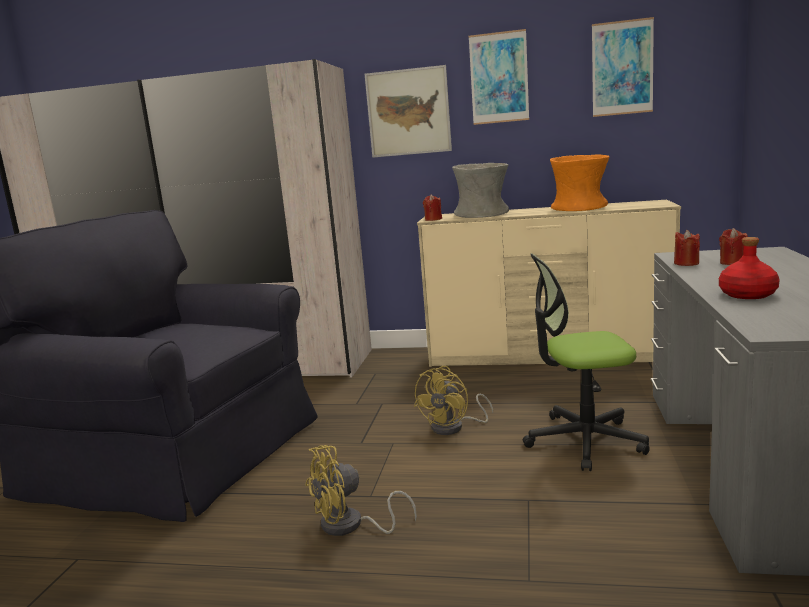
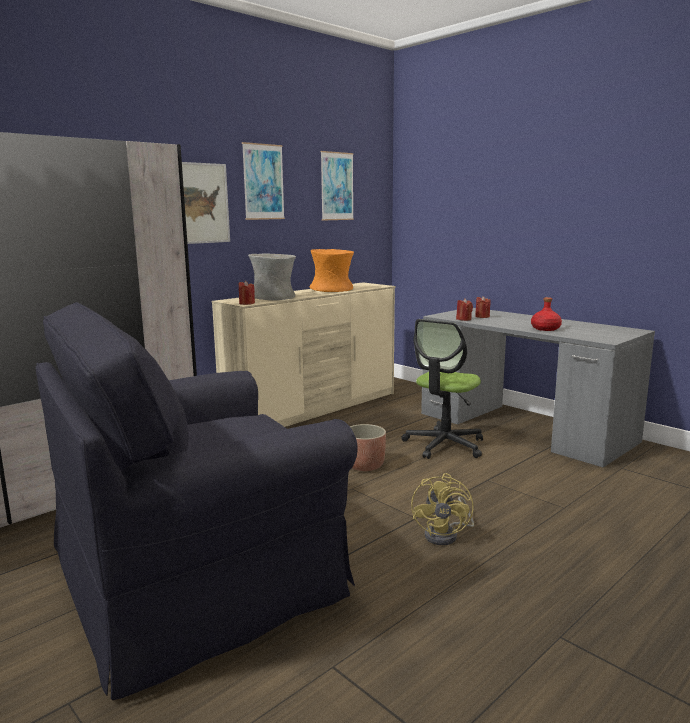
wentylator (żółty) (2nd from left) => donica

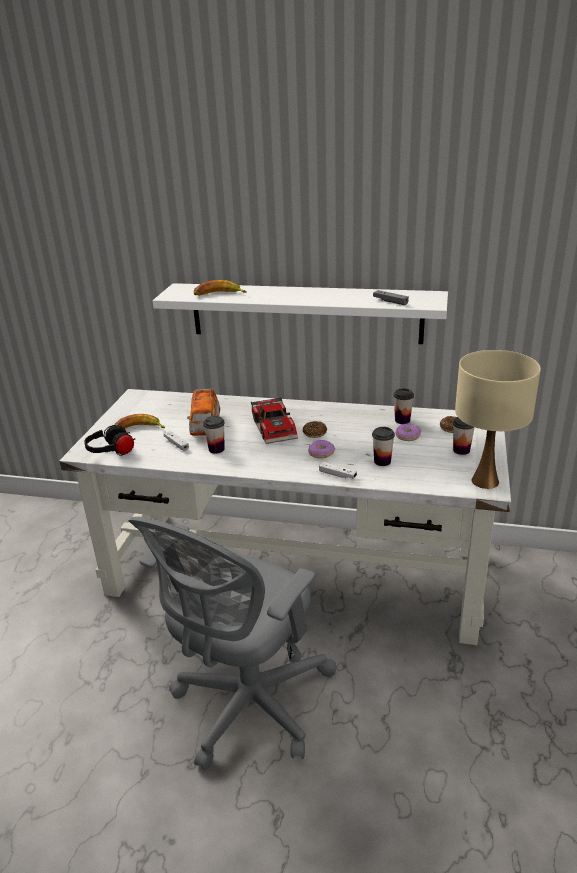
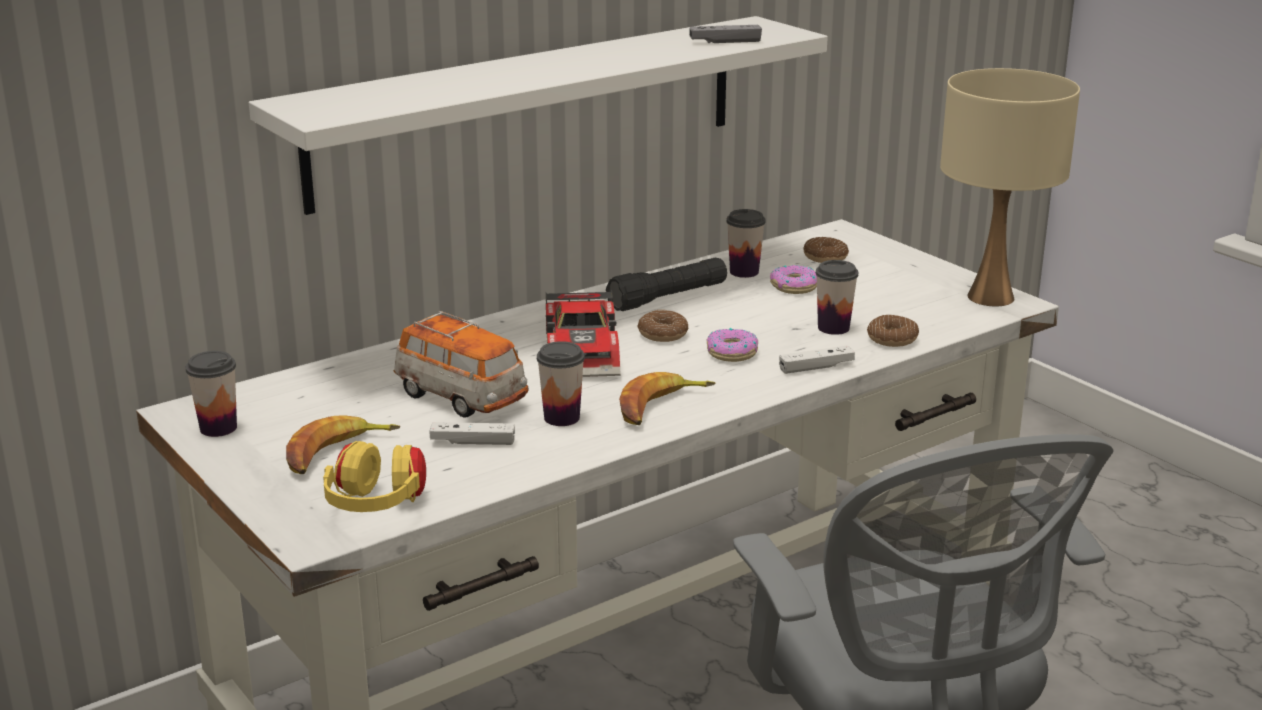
banan (2nd from left), moved
samochodzik (2nd from left), 60 degrees clockwise
filiżanka (4th from left in the first image) => filiżanka (1st from left), moved
słuchawki (czarny) => słuchawki (żółty)
nothing => latarka (czarny)
nothing => donut (5th from left)

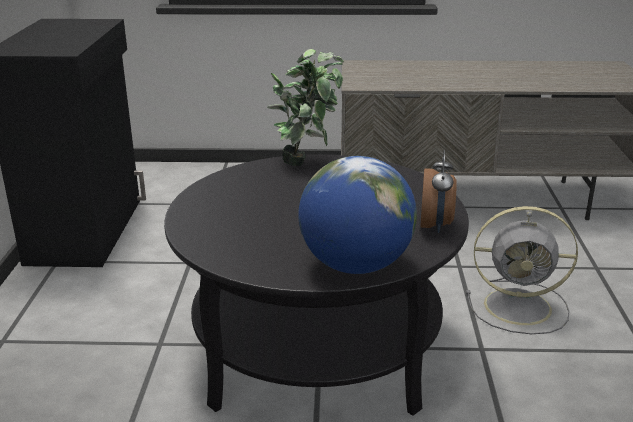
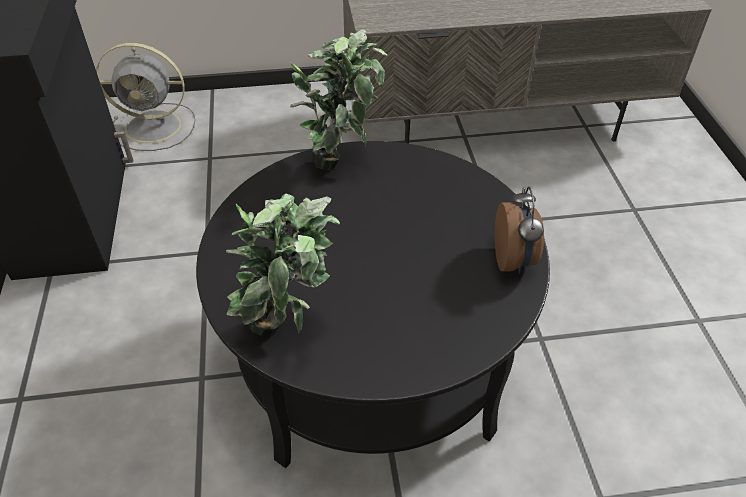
globus => nothing
wentylator (szary), moved
nothing => roślina doniczkowa (1st from left)

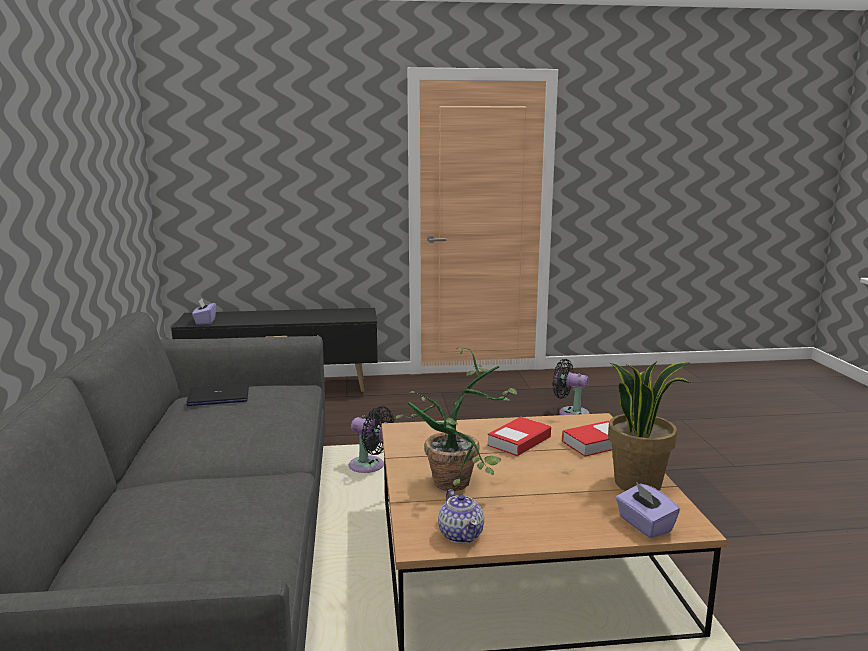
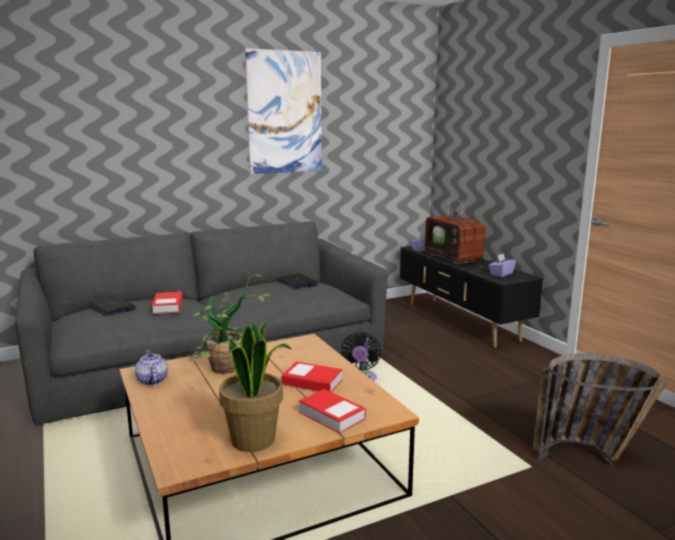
wentylator (czarny) (2nd from left) => koszyk
pudełko chusteczek (fioletowy) (2nd from left), moved
imbryk, 105 degrees clockwise
nothing => obraz
nothing => telewizor
nothing => książka (1st from left)
nothing => laptop (1st from left)

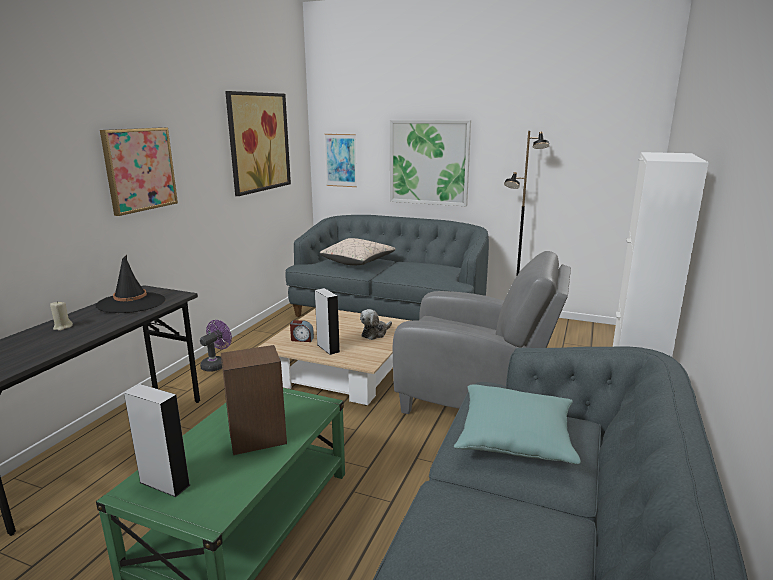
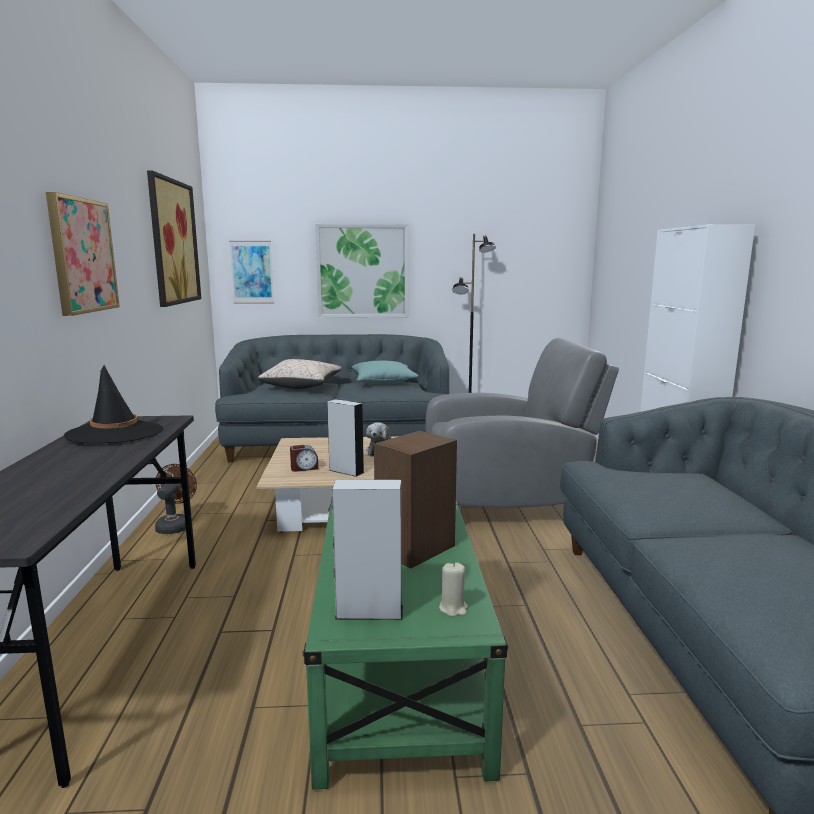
świeca (beżowy), moved
wentylator (fioletowy) => wentylator (brązowy)
poduszka (turkusowy), moved

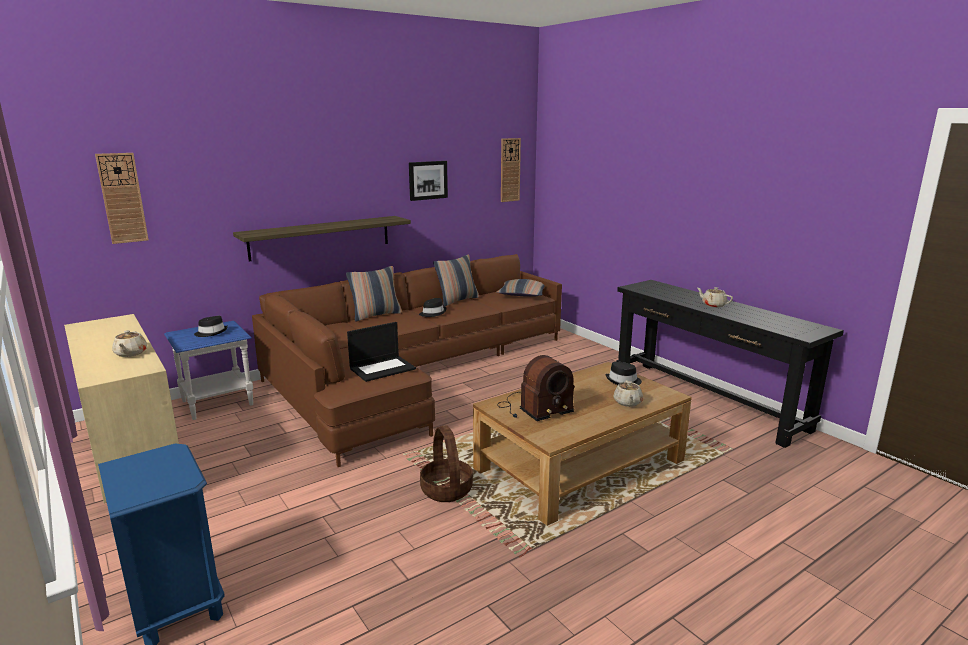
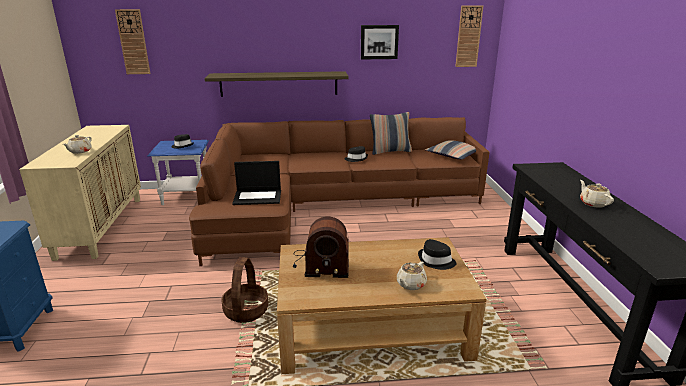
poduszka (1st from left) => nothing

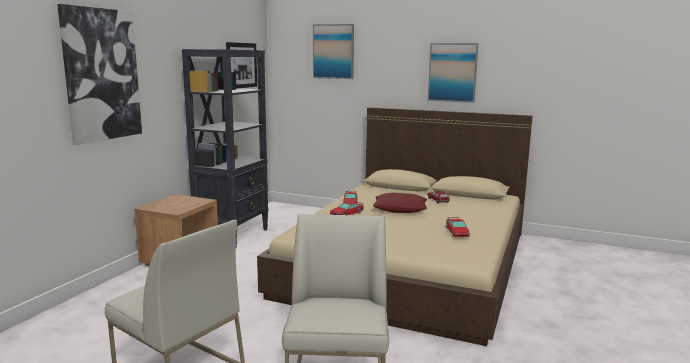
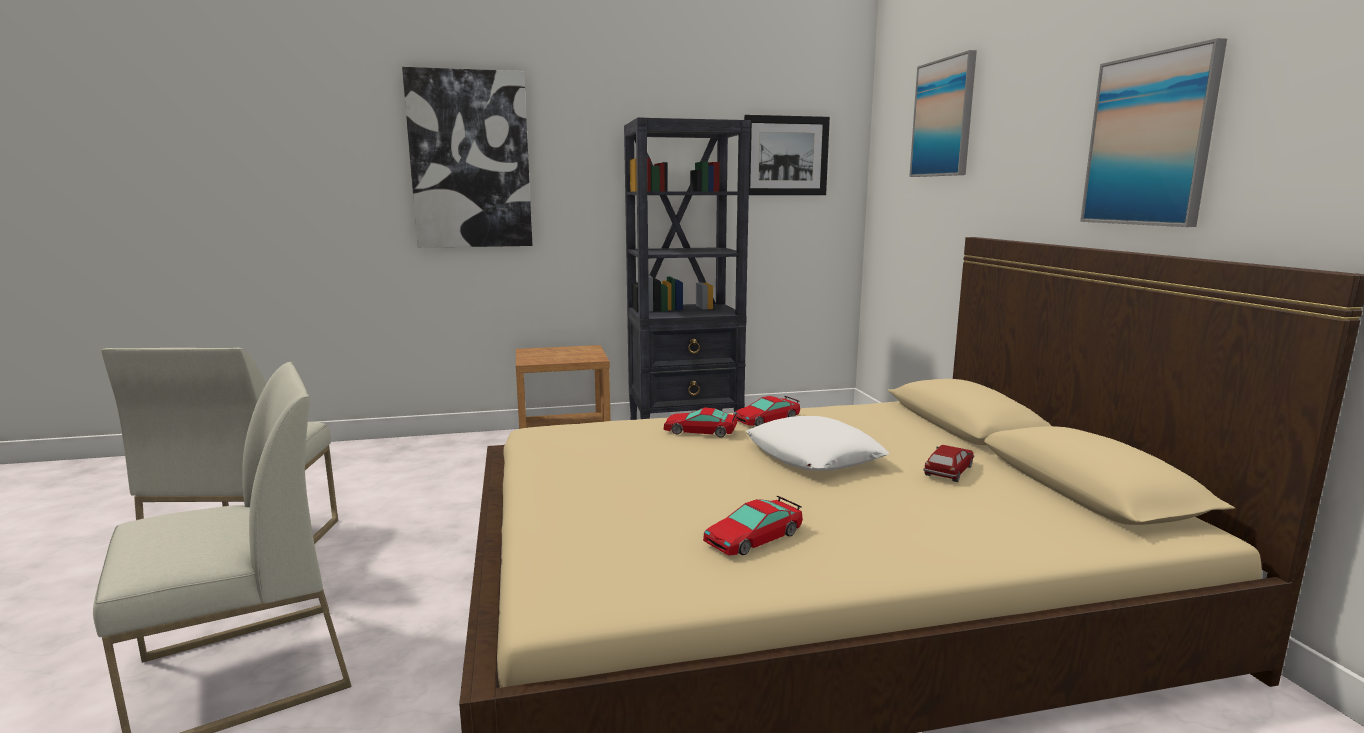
poduszka (czerwony) => poduszka (biały)

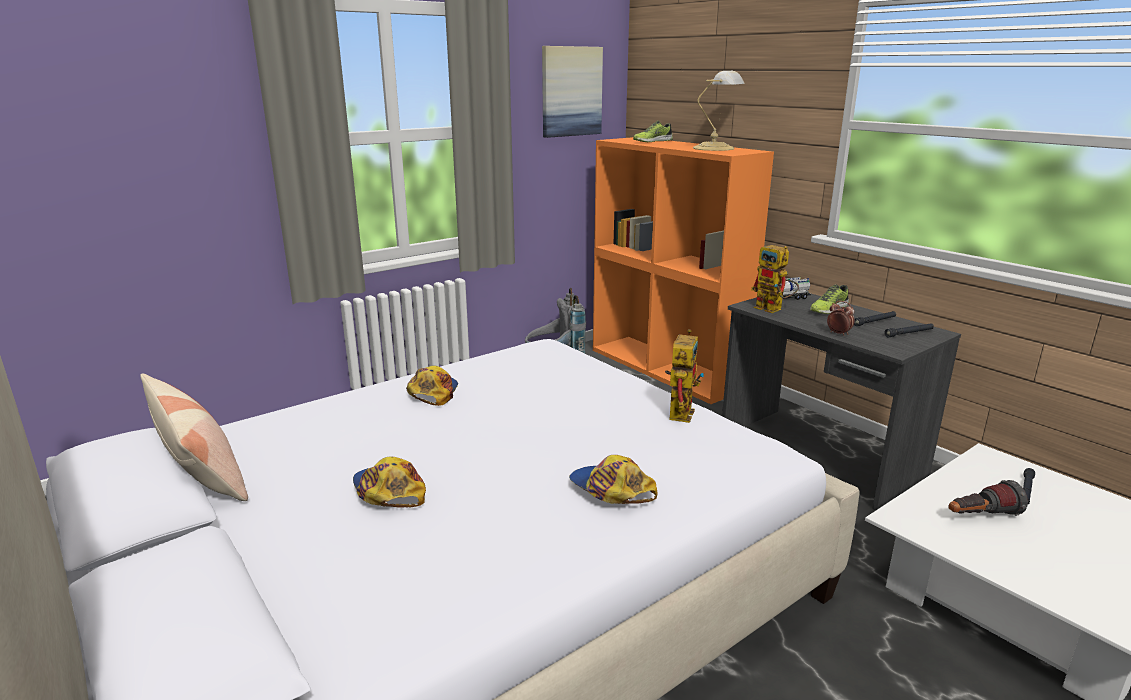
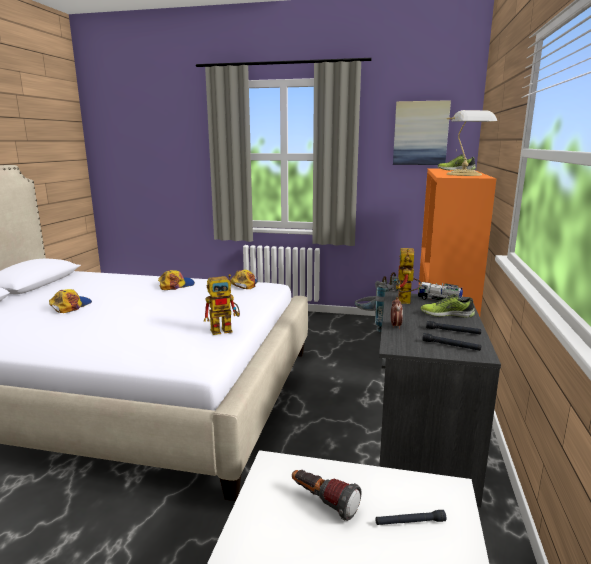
poduszka => nothing
czapka z daszkiem (3rd from left), moved

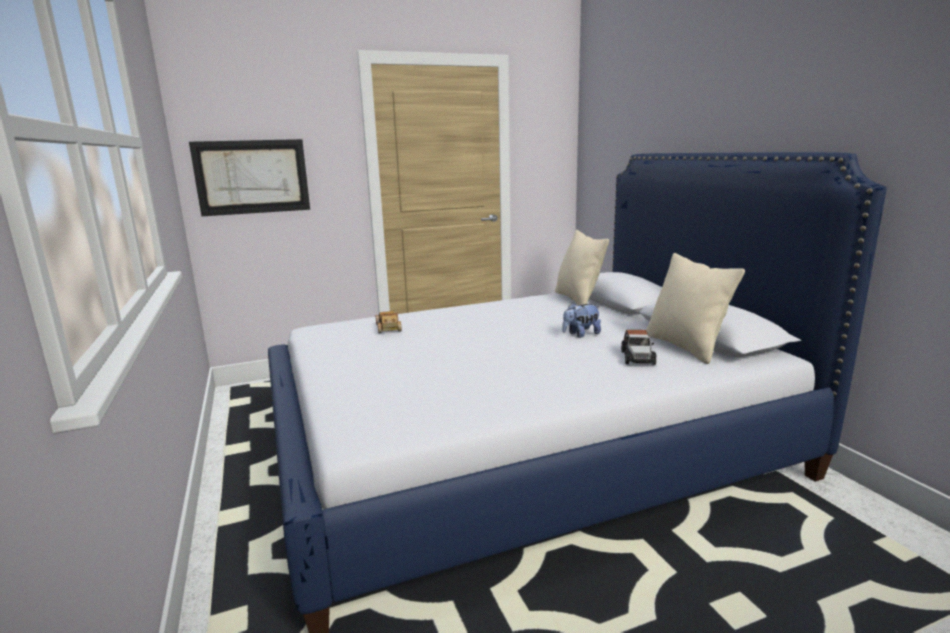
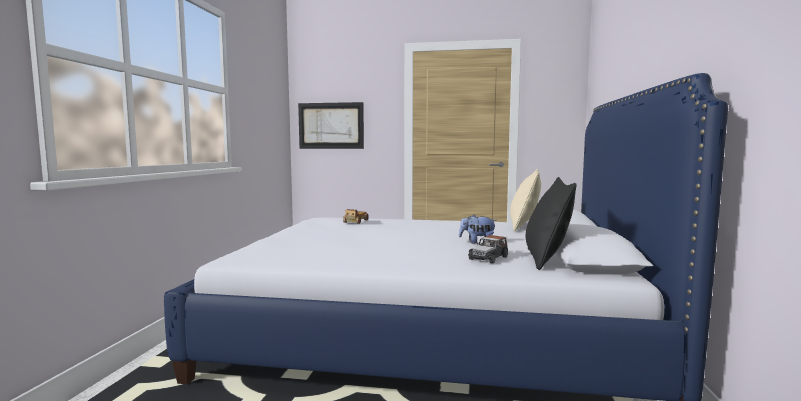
poduszka (beżowy) (2nd from left) => poduszka (czarny)

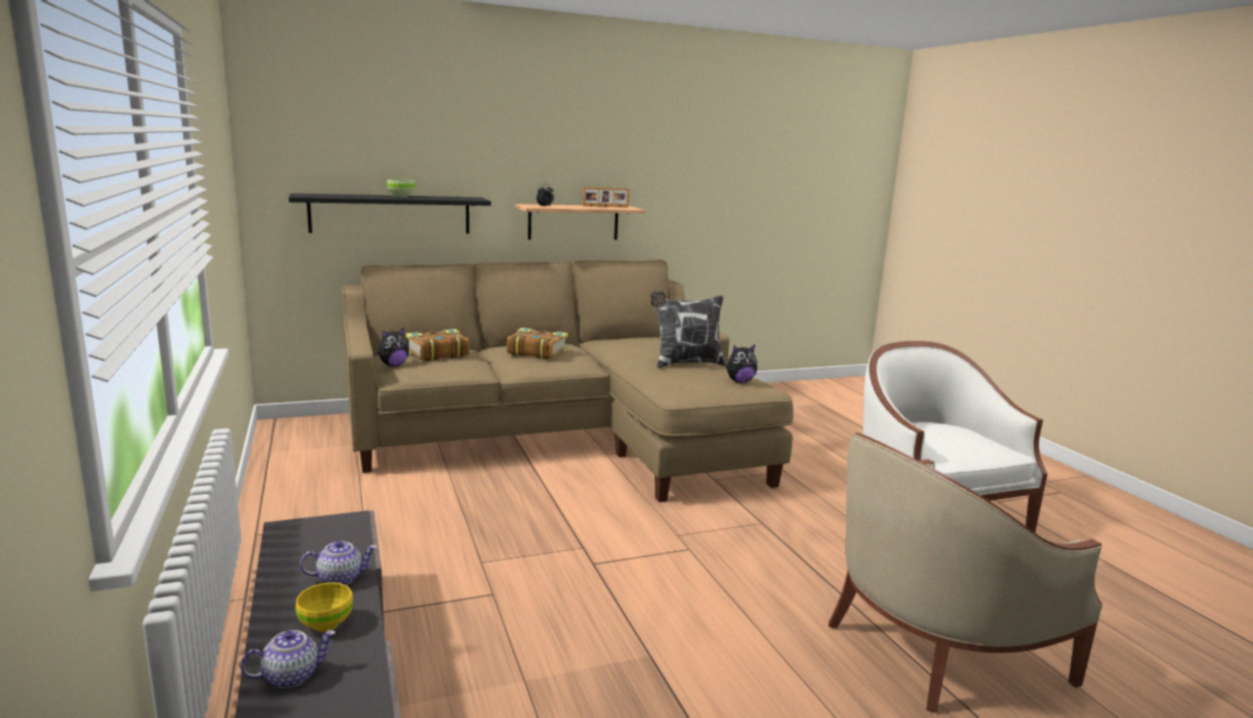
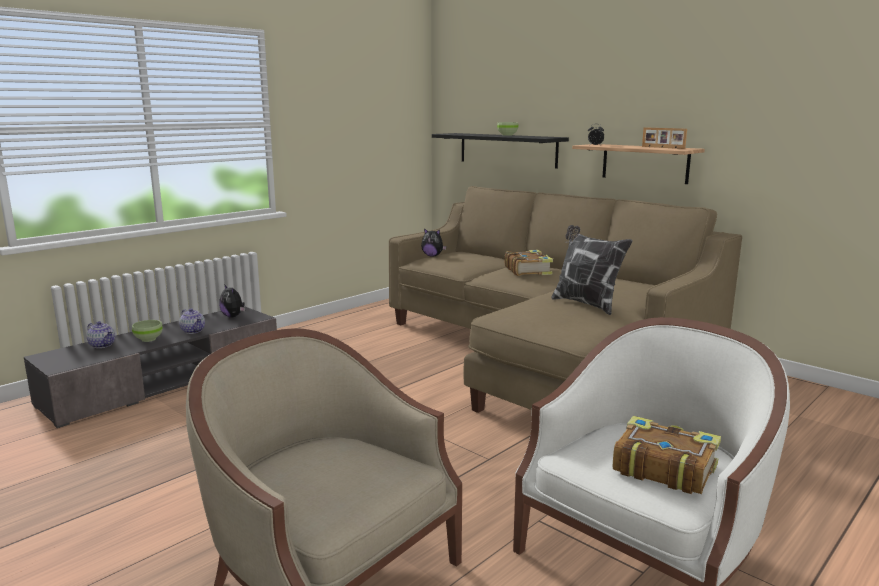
książka (1st from left in the first image) => książka (2nd from left), moved
pluszak (2nd from left in the first image) => pluszak (1st from left), moved
miska (żółty) => miska (zielony) (1st from left)

